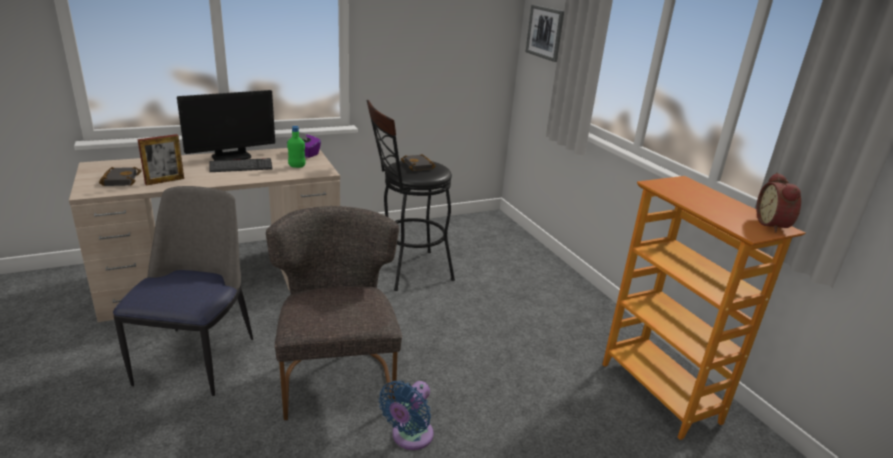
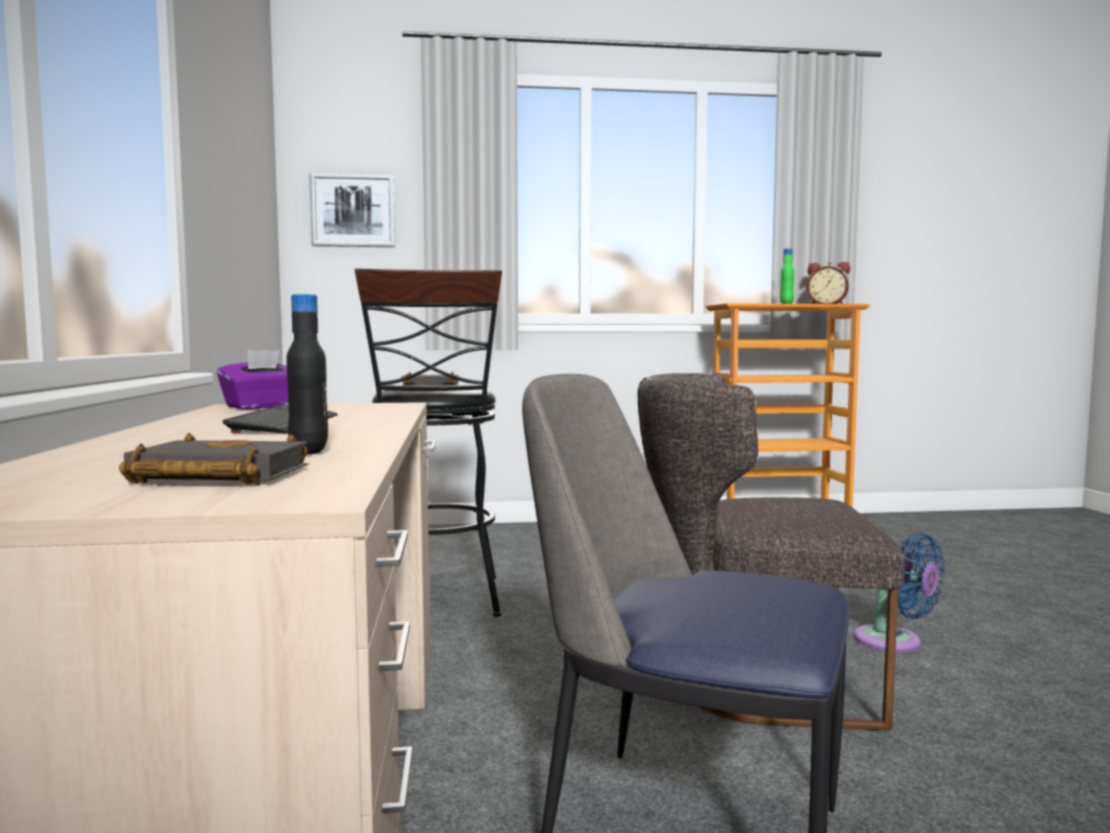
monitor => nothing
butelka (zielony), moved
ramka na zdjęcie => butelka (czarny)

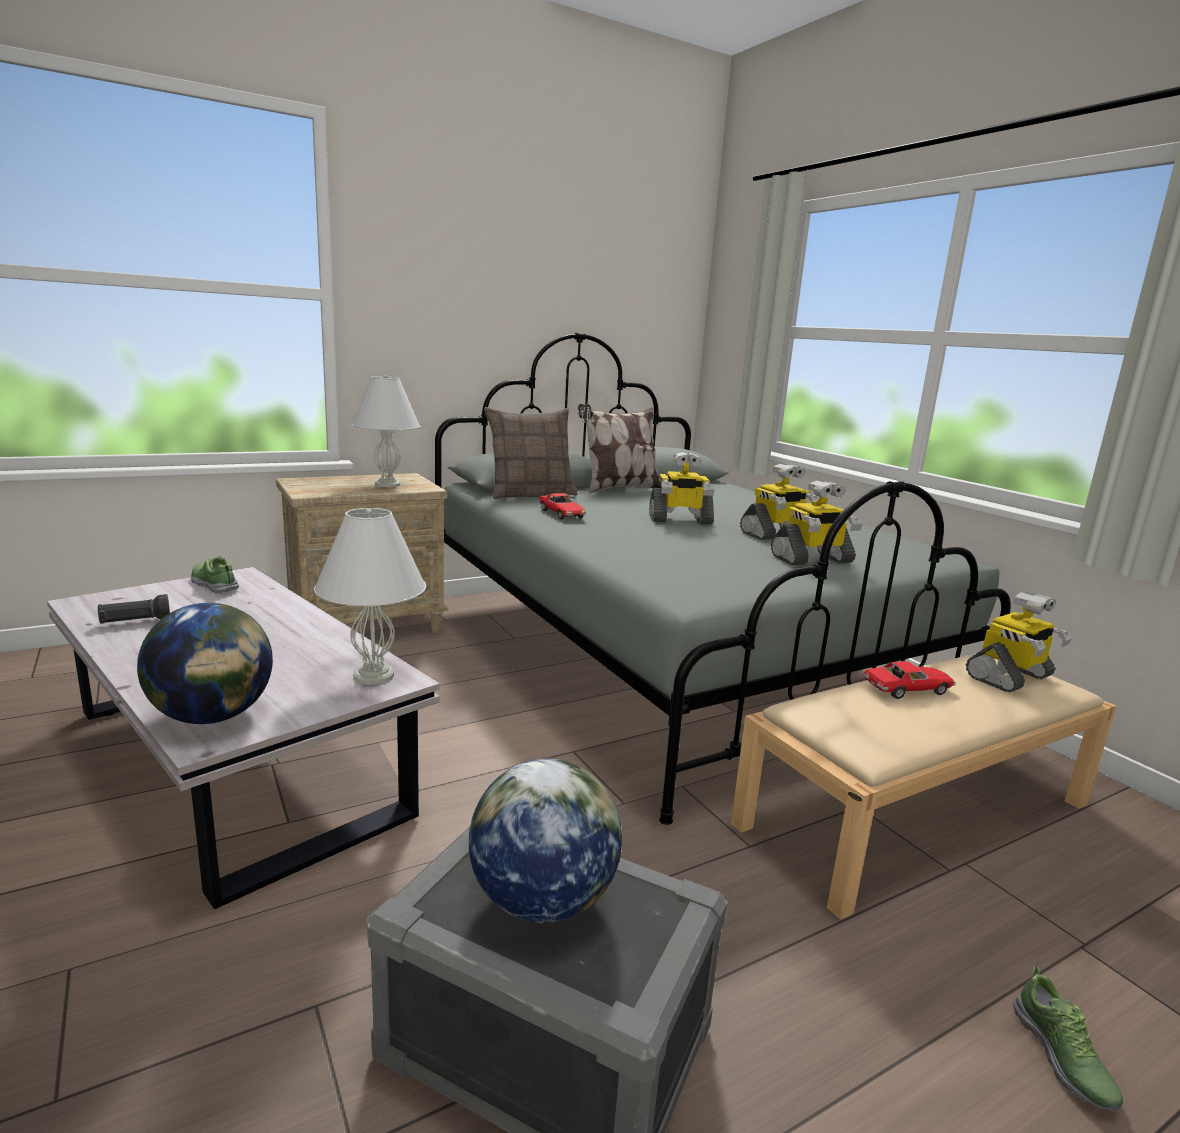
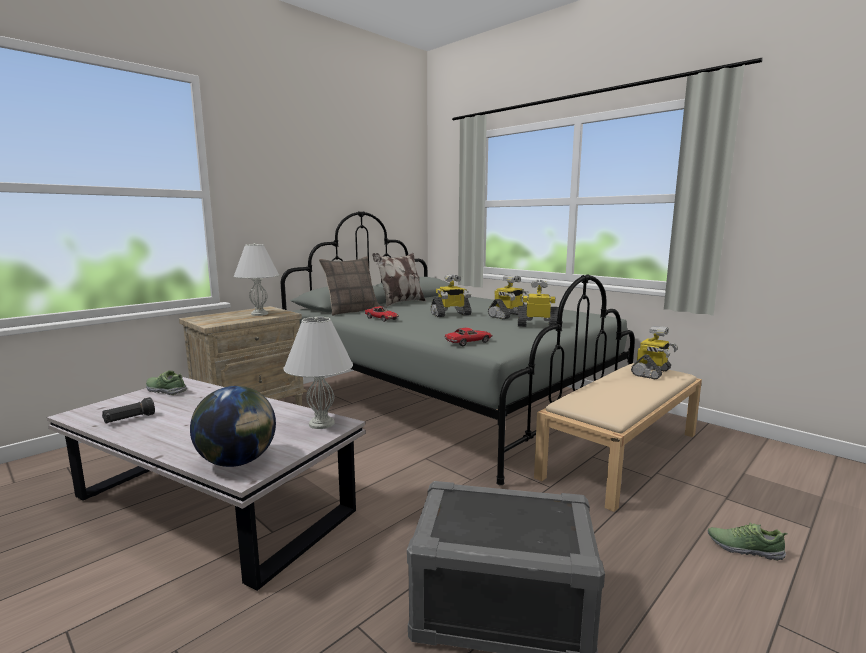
robot zabawkowy (3rd from left), 135 degrees counterclockwise
samochodzik (2nd from left), moved
globus (2nd from left) => nothing
but (2nd from left), 135 degrees clockwise

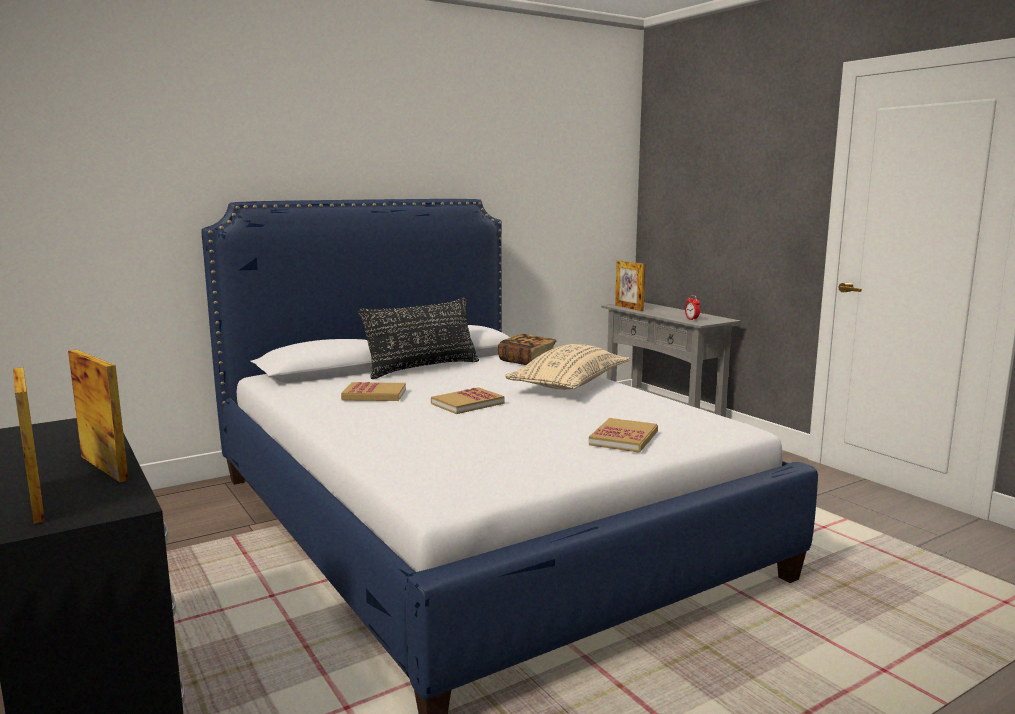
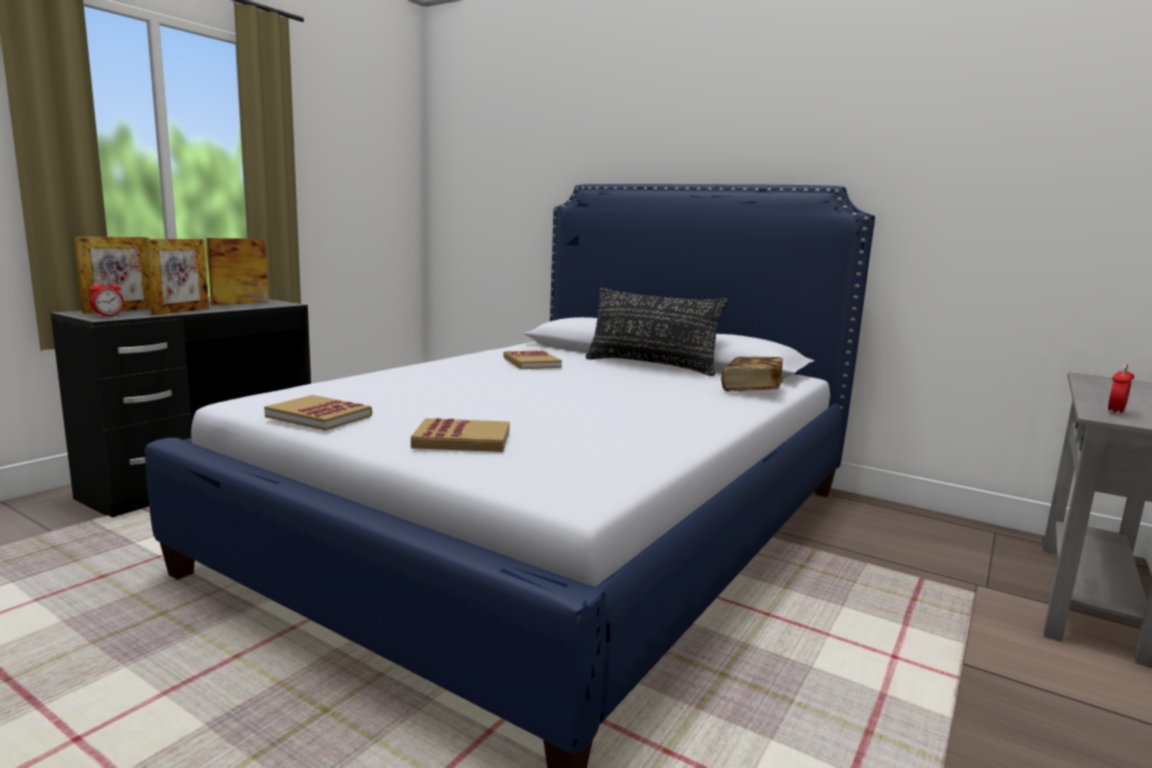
ramka na zdjęcie (3rd from left), moved
poduszka (beżowy) => nothing
książka (2nd from left in the first image) => książka (1st from left), moved
nothing => budzik (1st from left)

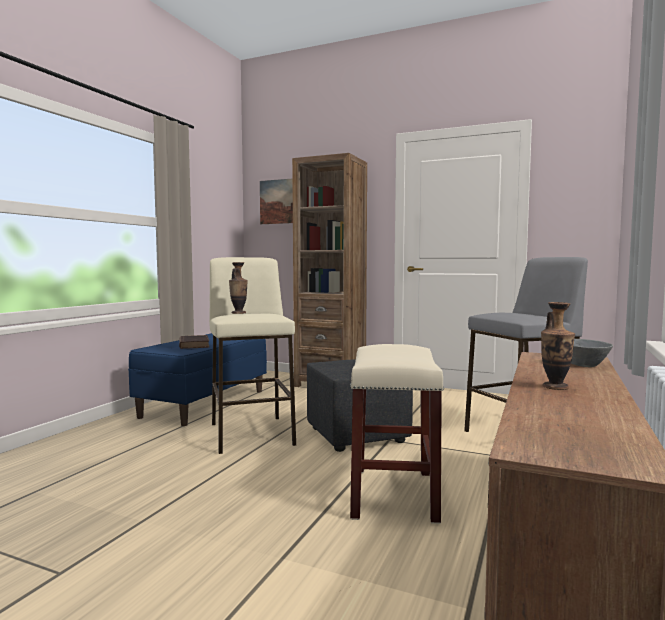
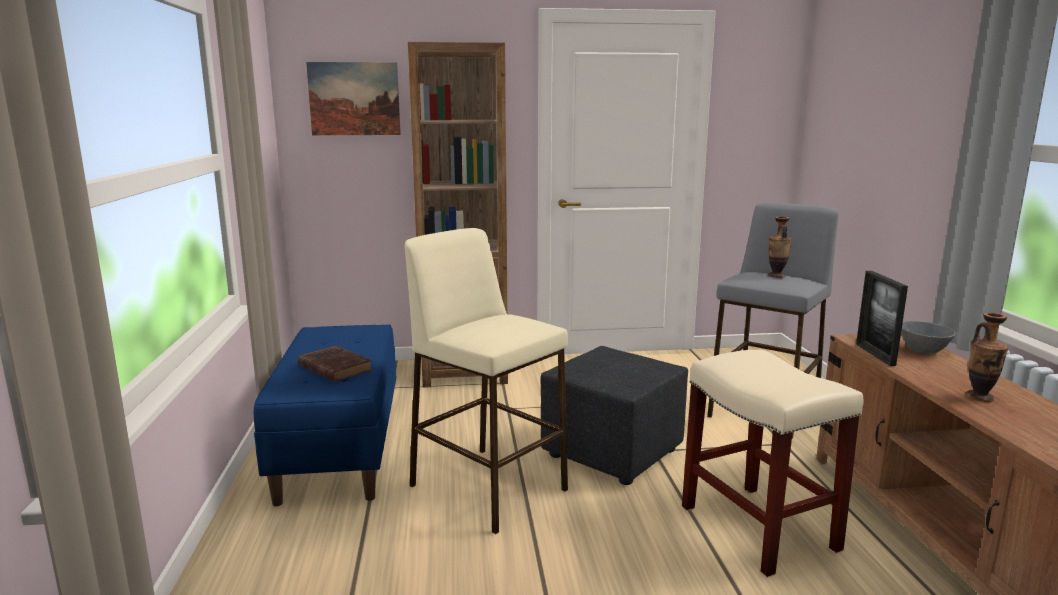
wazon (1st from left), moved
nothing => ramka na zdjęcie

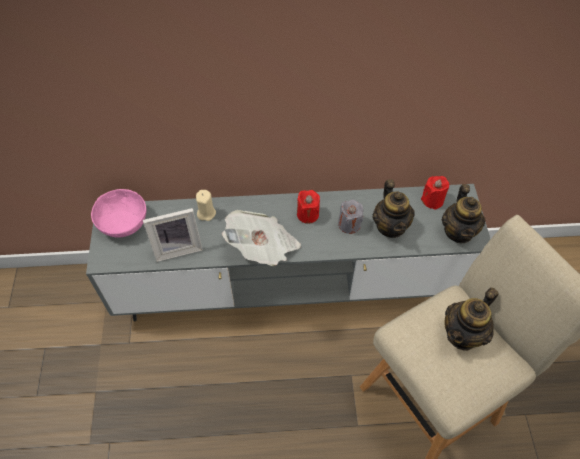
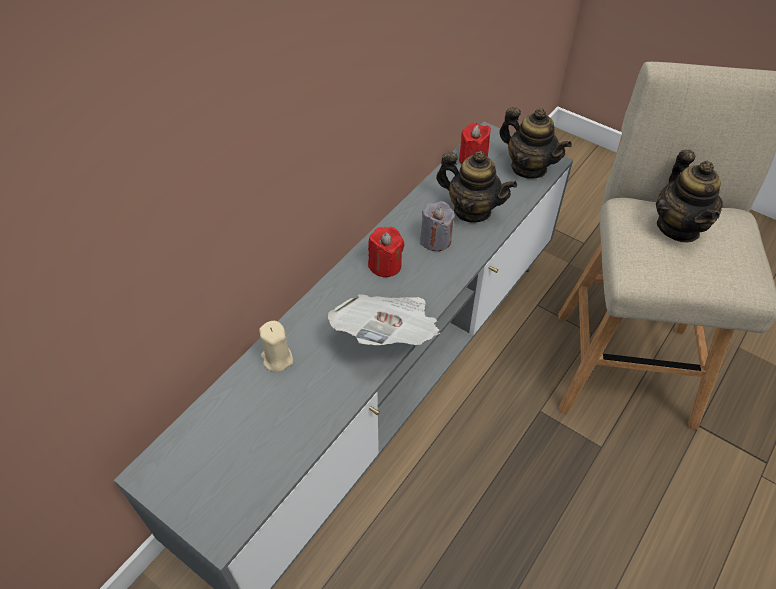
miska (różowy) => nothing
ramka na zdjęcie => nothing

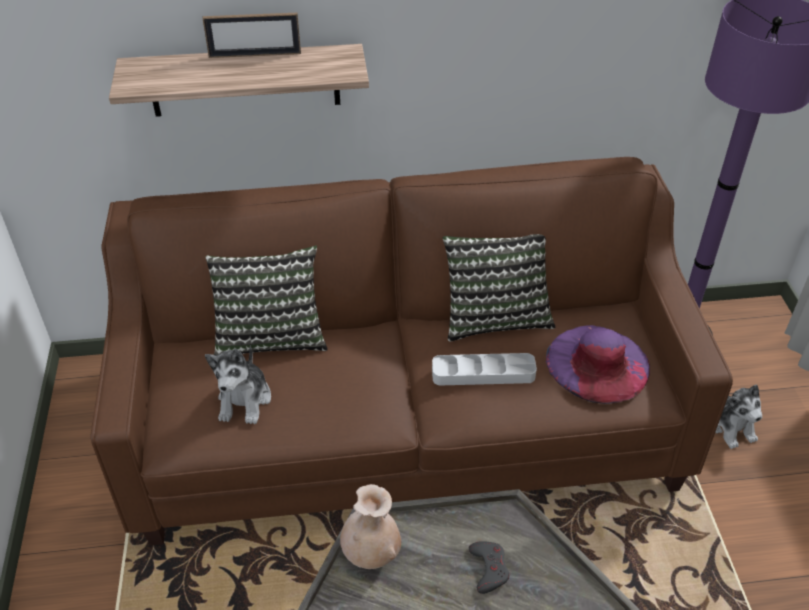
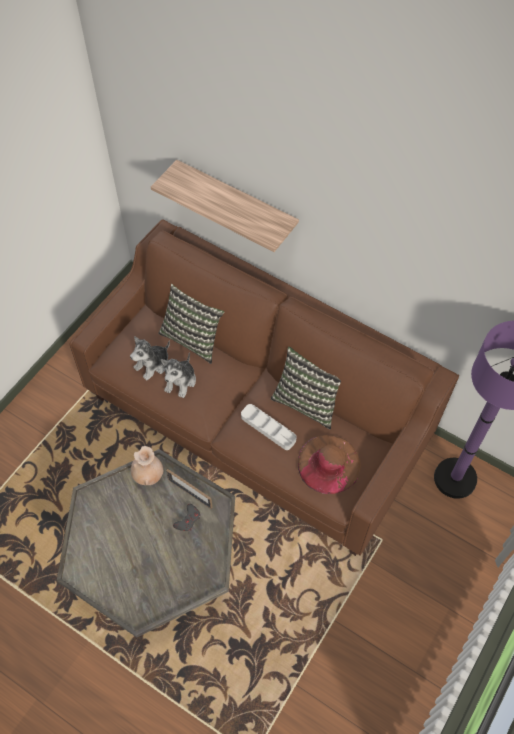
ramka na zdjęcie, moved
kapelusz (fioletowy) => kapelusz (brązowy)
pluszak (2nd from left), moved

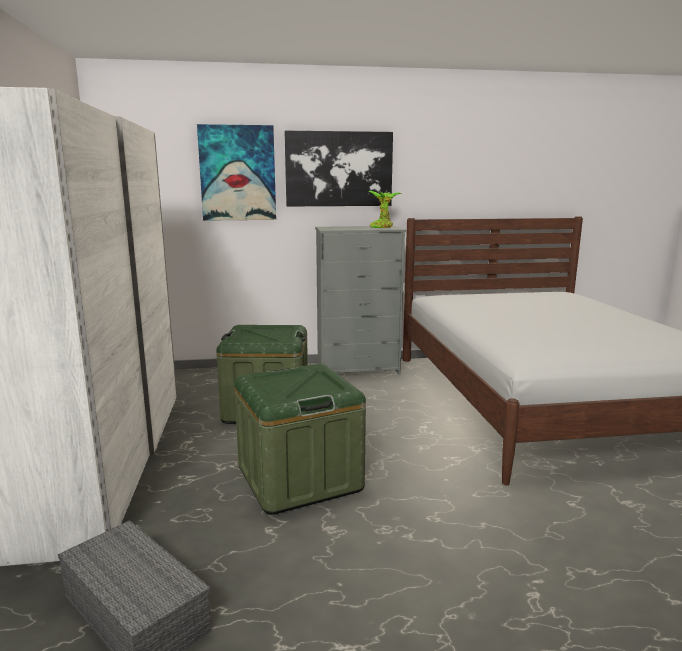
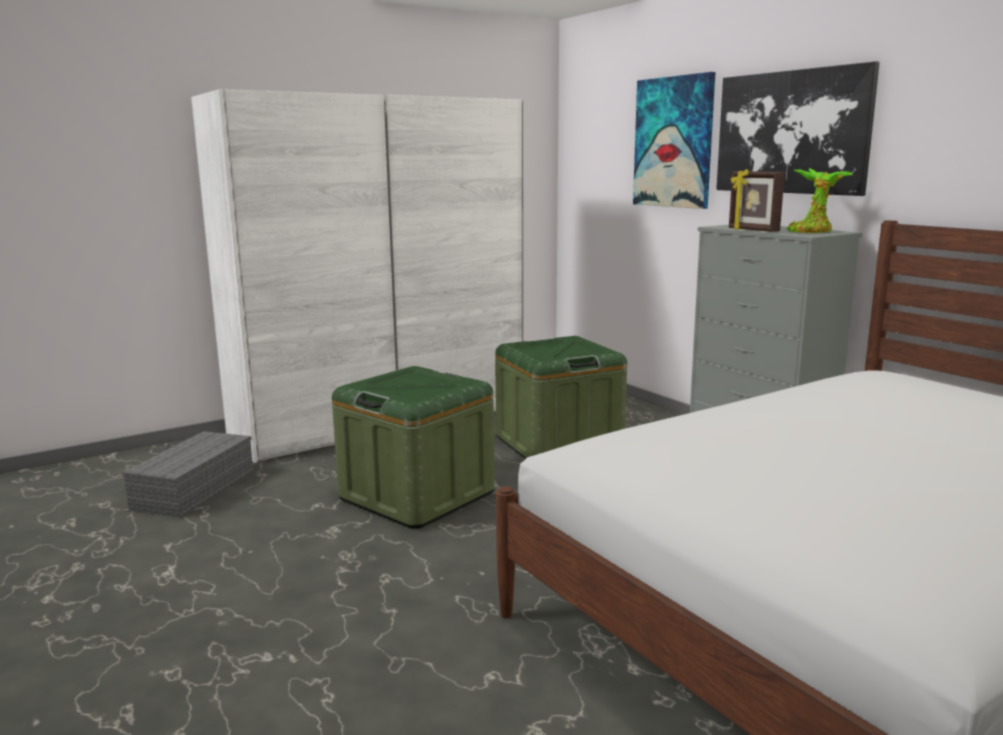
nothing => ramka na zdjęcie

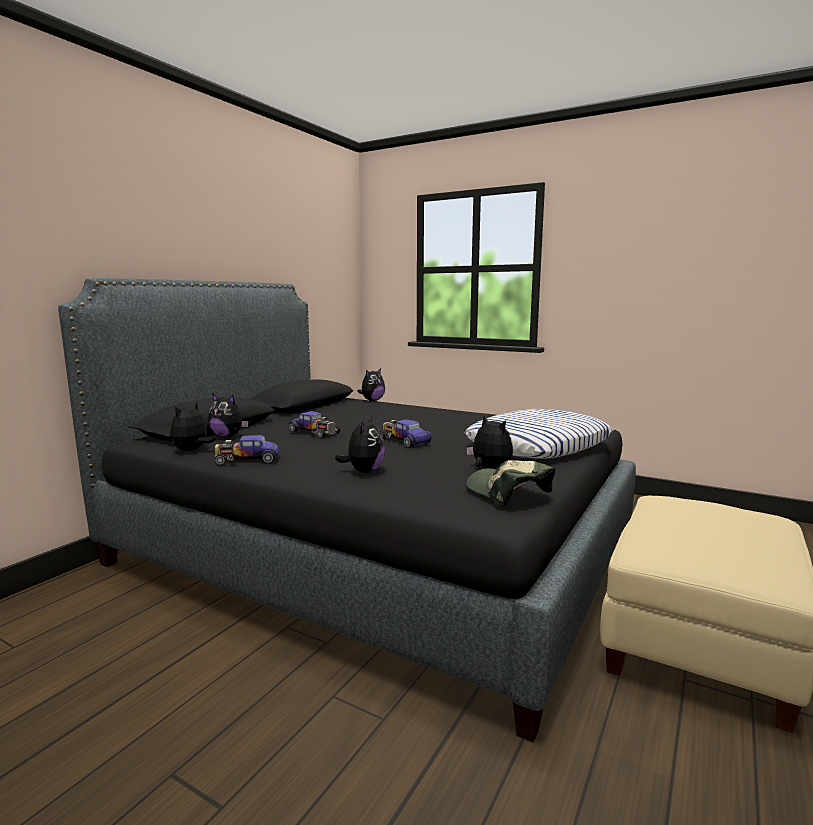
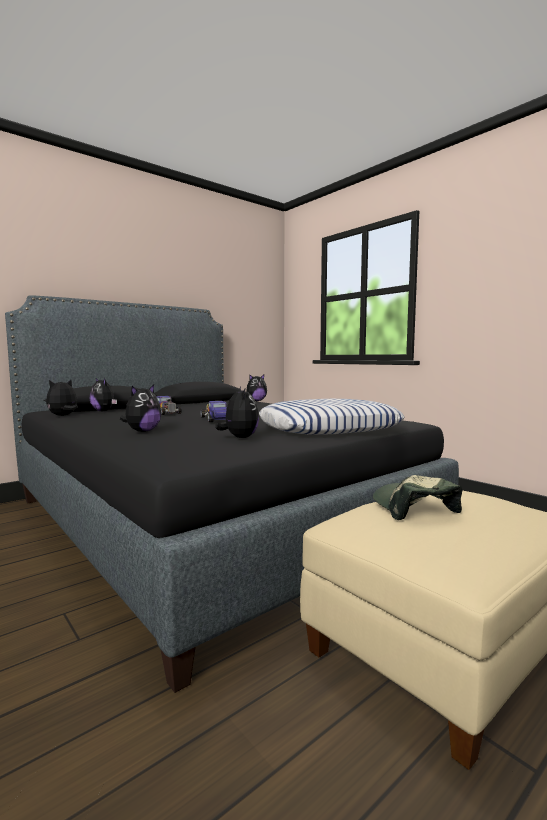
samochodzik (1st from left) => nothing
czapka z daszkiem, moved

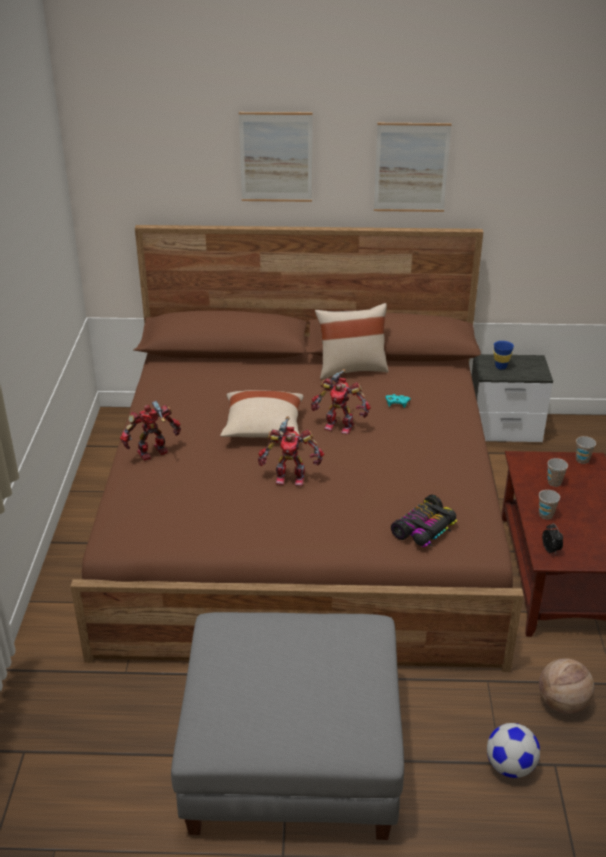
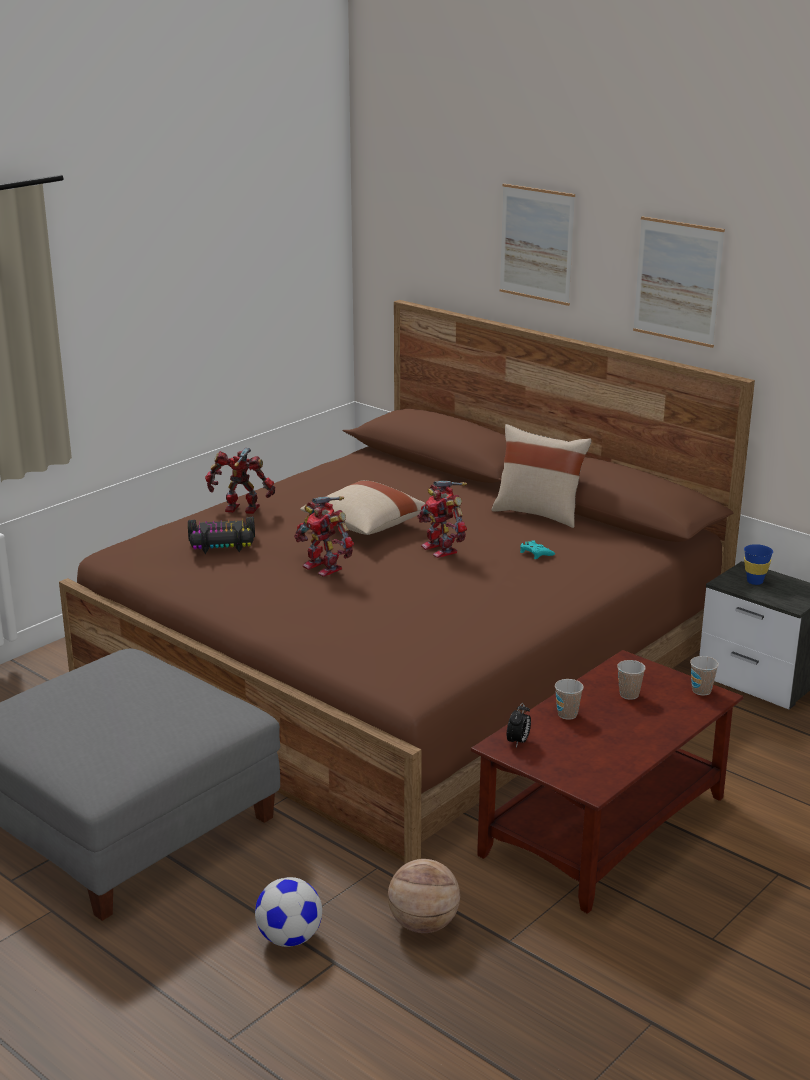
samochodzik, moved

